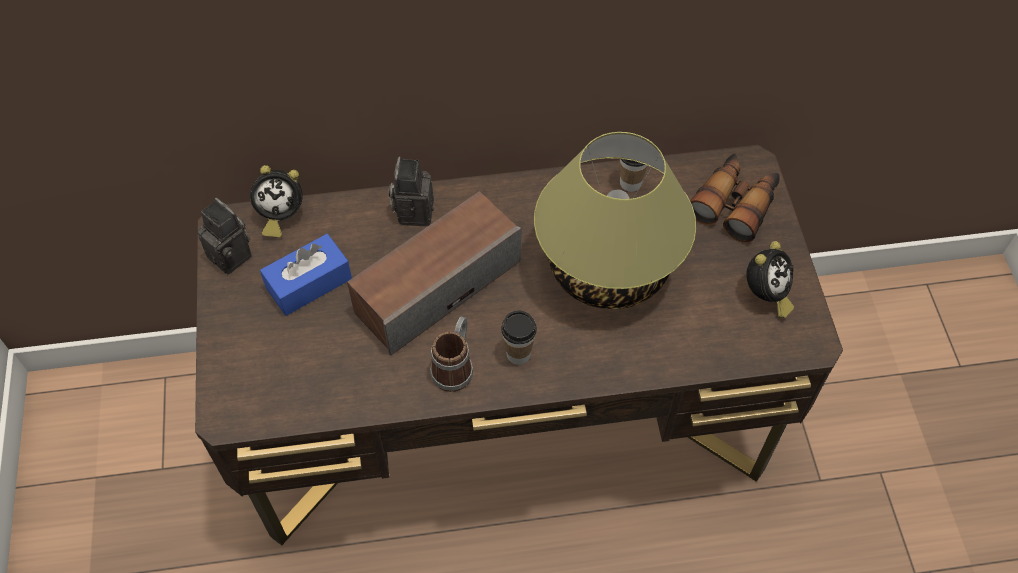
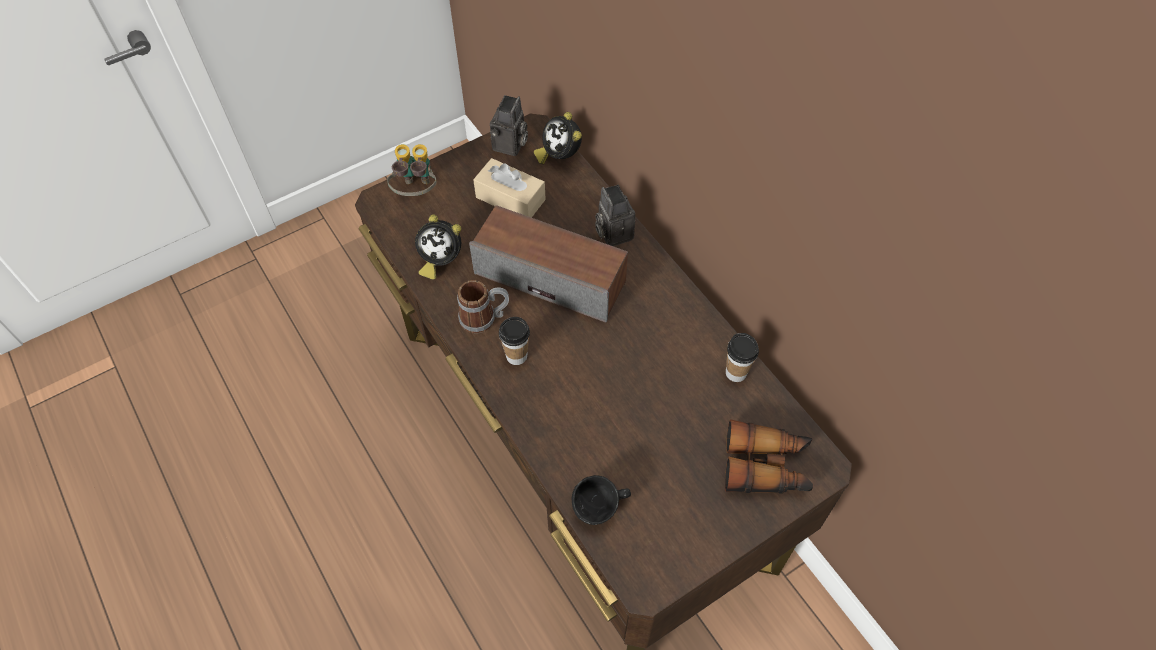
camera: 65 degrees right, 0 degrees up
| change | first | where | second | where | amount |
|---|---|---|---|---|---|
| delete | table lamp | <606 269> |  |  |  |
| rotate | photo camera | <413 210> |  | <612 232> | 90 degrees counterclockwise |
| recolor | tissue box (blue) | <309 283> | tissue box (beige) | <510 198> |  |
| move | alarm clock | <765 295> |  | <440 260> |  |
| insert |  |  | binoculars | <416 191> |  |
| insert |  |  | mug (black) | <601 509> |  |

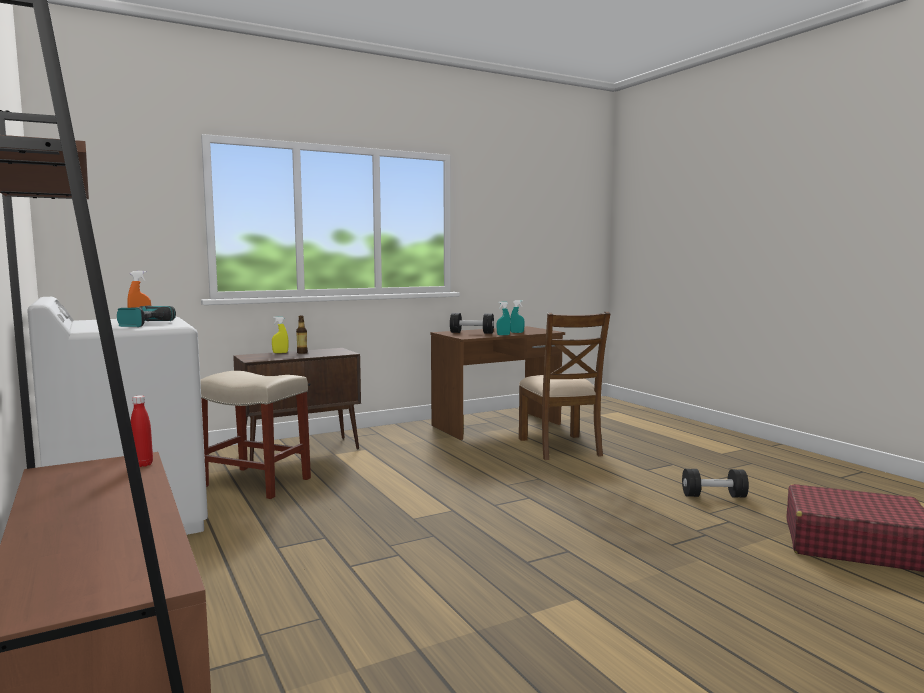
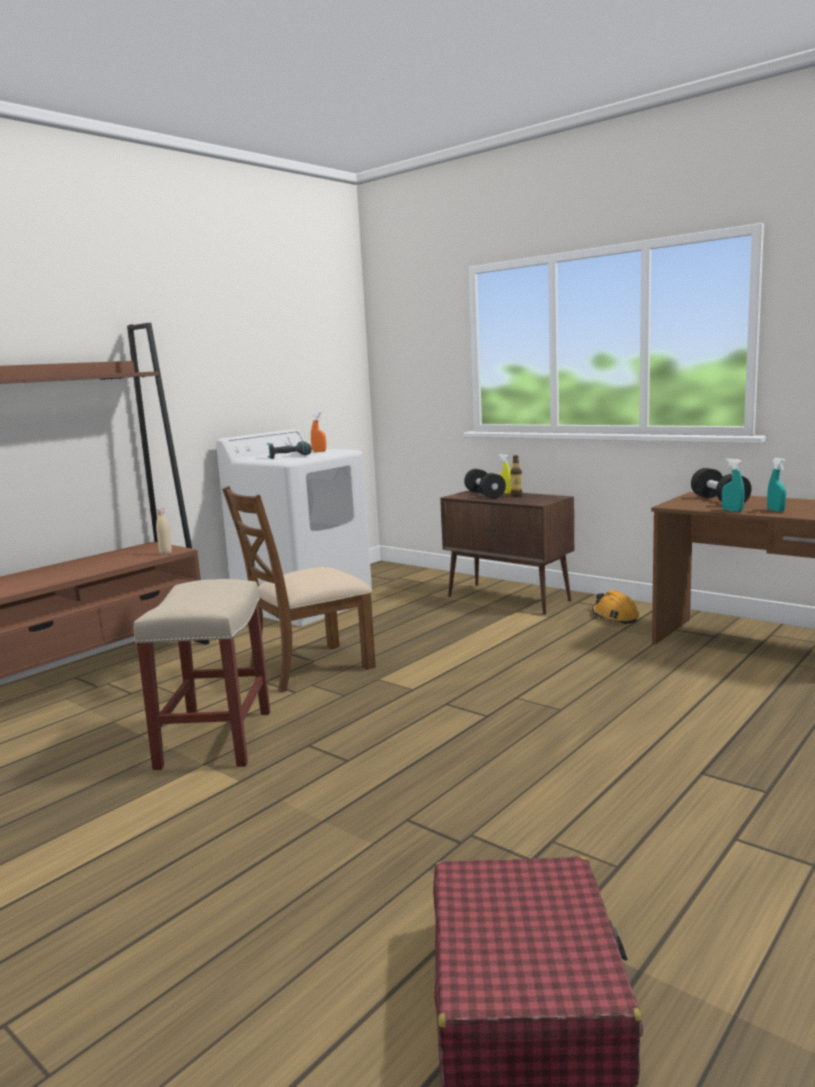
camera: 70 degrees right, 5 degrees up
| change | first | where | second | where | amount |
|---|---|---|---|---|---|
| move | chair (brown) | <560 447> |  | <309 667> |  |
| move | stool (beige) | <254 482> |  | <215 738> |  |
| recolor | bottle (red) | <143 464> | bottle (beige) | <165 553> |  |
| move | dumbbell (black) | <713 496> |  | <484 495> |  |
| insert |  |  | hard hat (orange) | <614 616> |  |

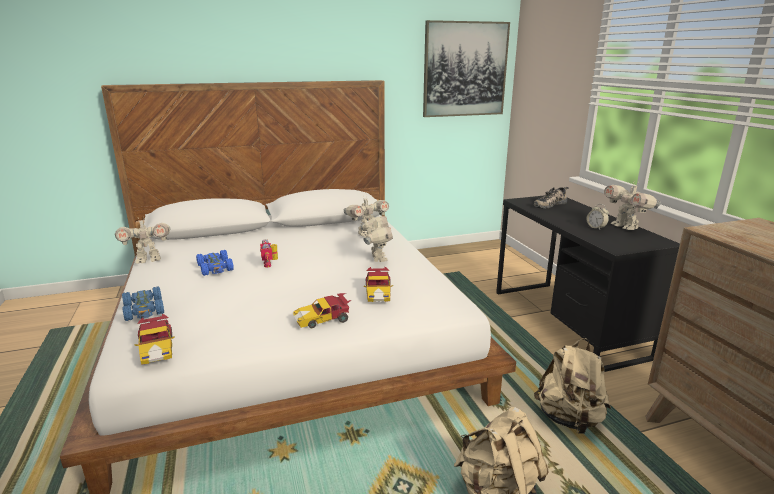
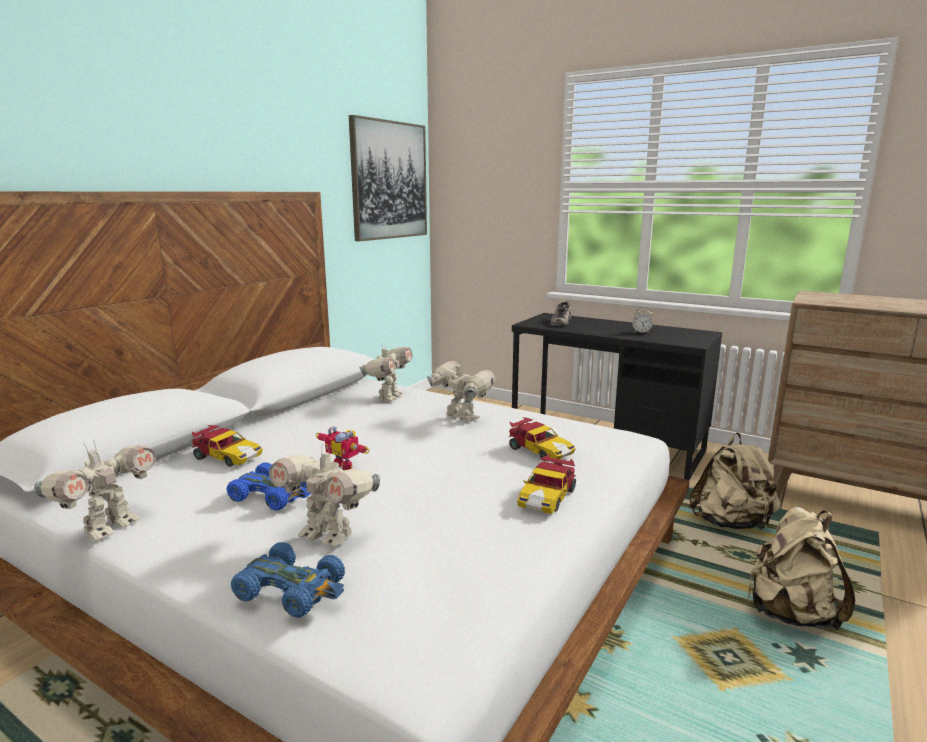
camera: 40 degrees left, 5 degrees down
| change | first | where | second | where | amount |
|---|---|---|---|---|---|
| move | toy robot | <625 227> |  | <328 535> |  |
| move | toy car | <157 349> |  | <226 457> |  |

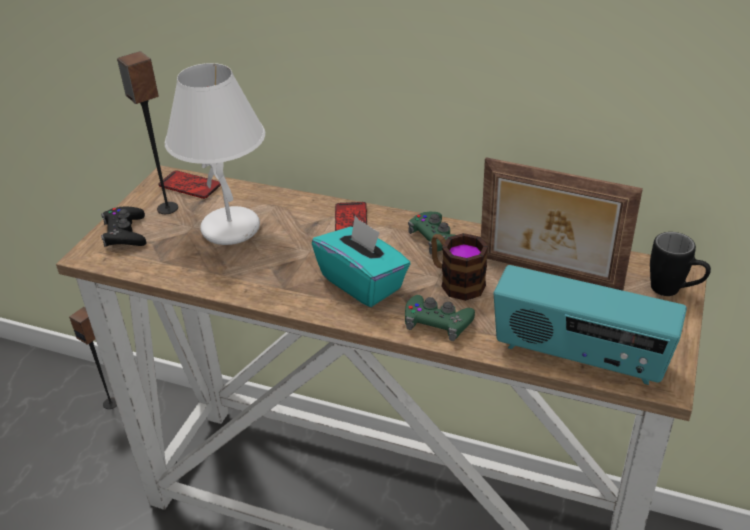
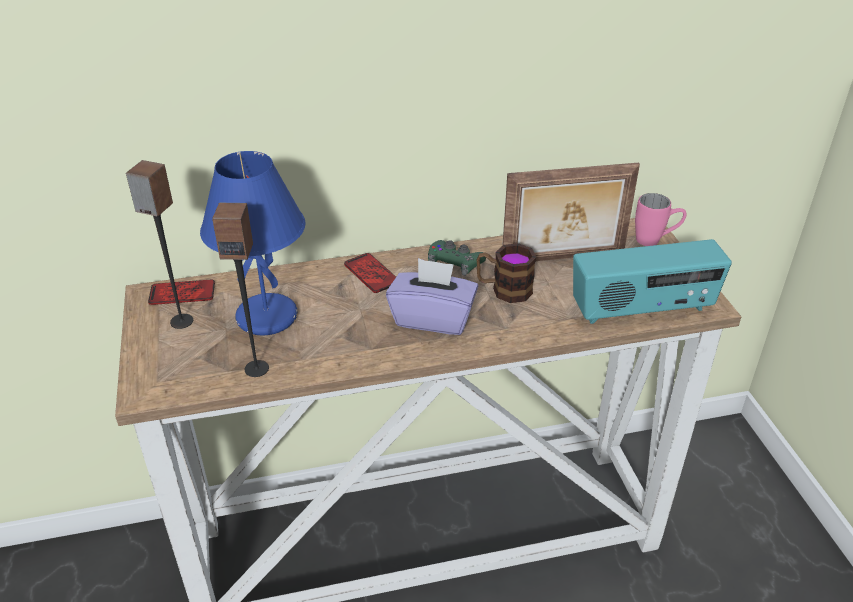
camera: 35 degrees left, 0 degrees up
| change | first | where | second | where | amount |
|---|---|---|---|---|---|
| recolor | table lamp (white) | <232 229> | table lamp (blue) | <268 317> |  |
| delete | game controller (black) | <125 233> |  |  |  |
| recolor | tissue box (turquoise) | <362 283> | tissue box (purple) | <433 318> |  |
| recolor | mug (black) | <673 291> | mug (pink) | <655 241> |  |
| delete | game controller (green) | <437 322> |  |  |  |
| move | speaker | <111 403> |  | <257 368> |  |

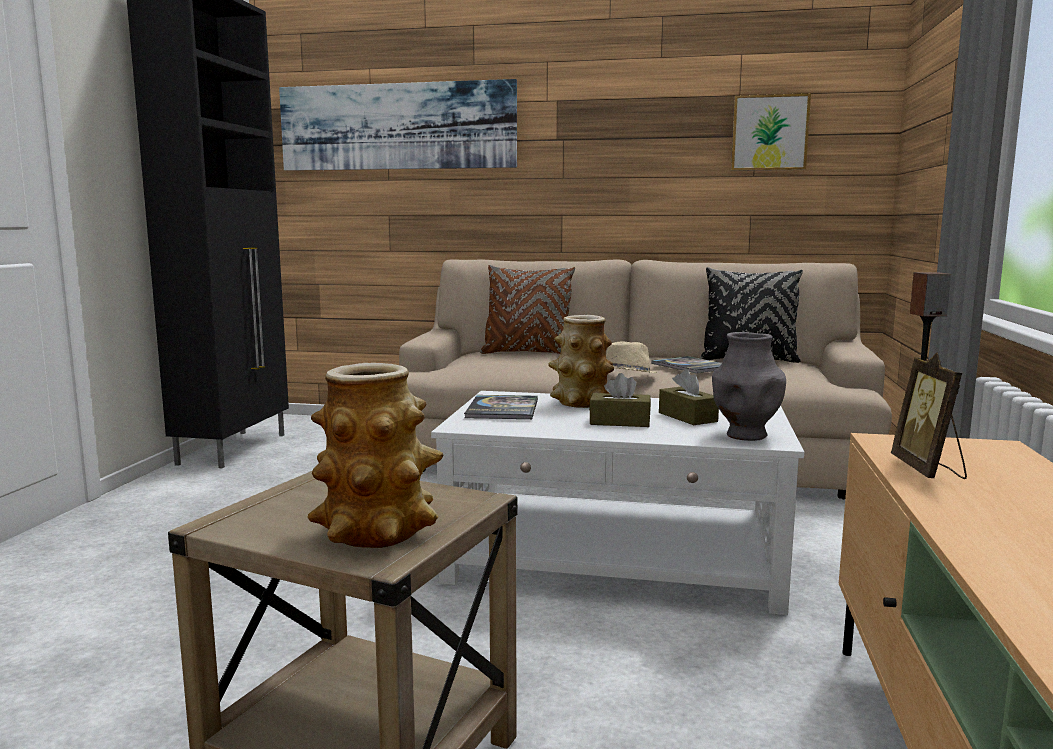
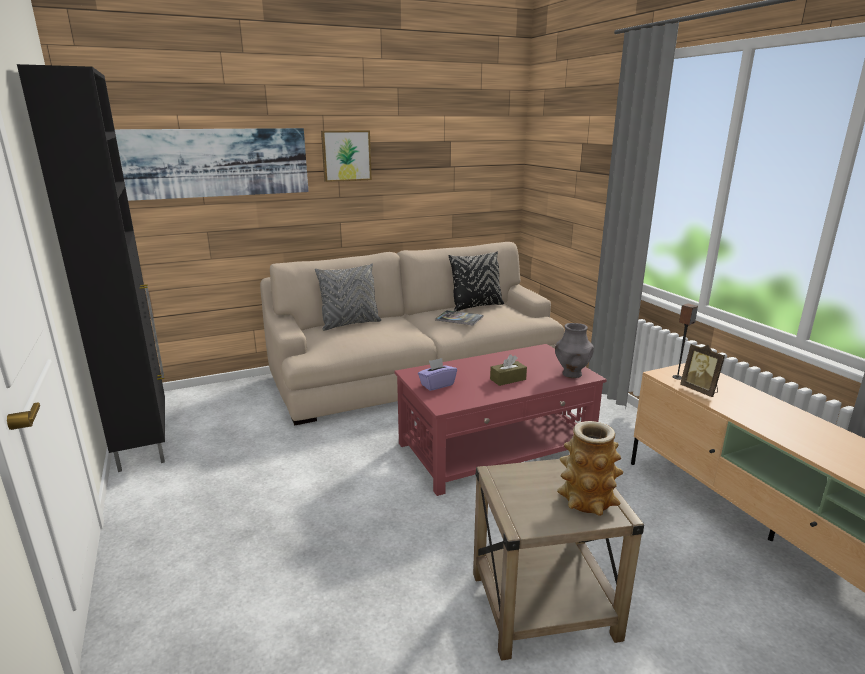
camera: 35 degrees left, 10 degrees up
| change | first | where | second | where | amount |
|---|---|---|---|---|---|
| move | picture | <769 133> |  | <346 155> |  |
| recolor | pillow (brown) | <527 353> | pillow (grey) | <350 324> |  |
| delete | vase | <581 402> |  |  |  |
| delete | hat (beige) | <627 375> |  |  |  |
| delete | tissue box (brown) | <687 417> |  |  |  |
| recolor | coffee table (white) | <616 560> | coffee table (red) | <496 448> |  |
| replace | book | <502 409> | tissue box (purple) | <437 385> |  |

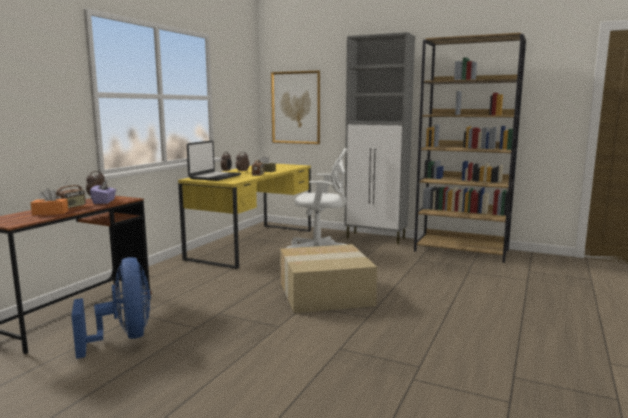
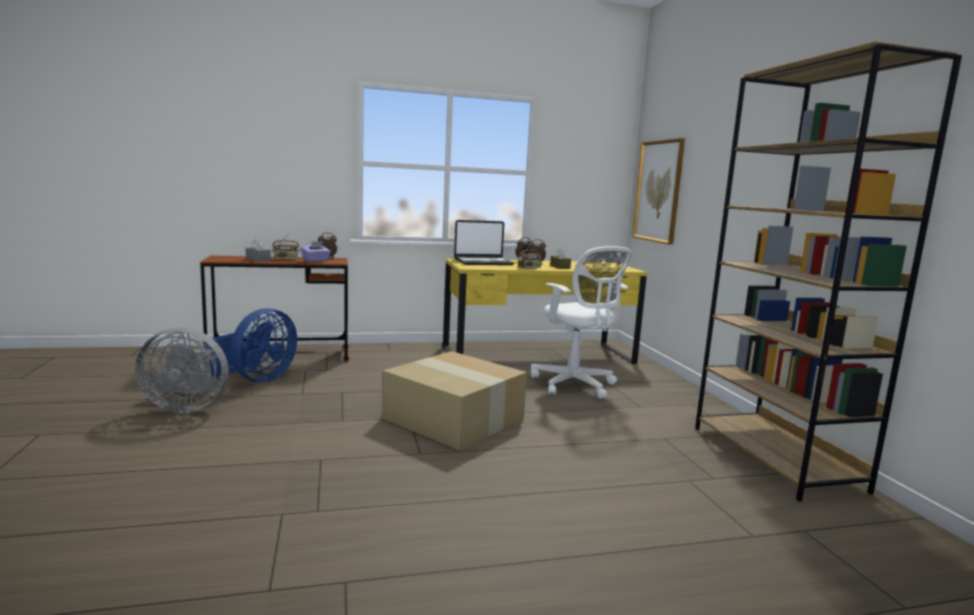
camera: 50 degrees right, 0 degrees up
| change | first | where | second | where | amount |
|---|---|---|---|---|---|
| delete | cabinet (grey) | <376 238> |  |  |  |
| recolor | tissue box (orange) | <50 213> | tissue box (grey) | <258 259> |  |
| insert |  |  | fan (grey) | <186 407> |  |

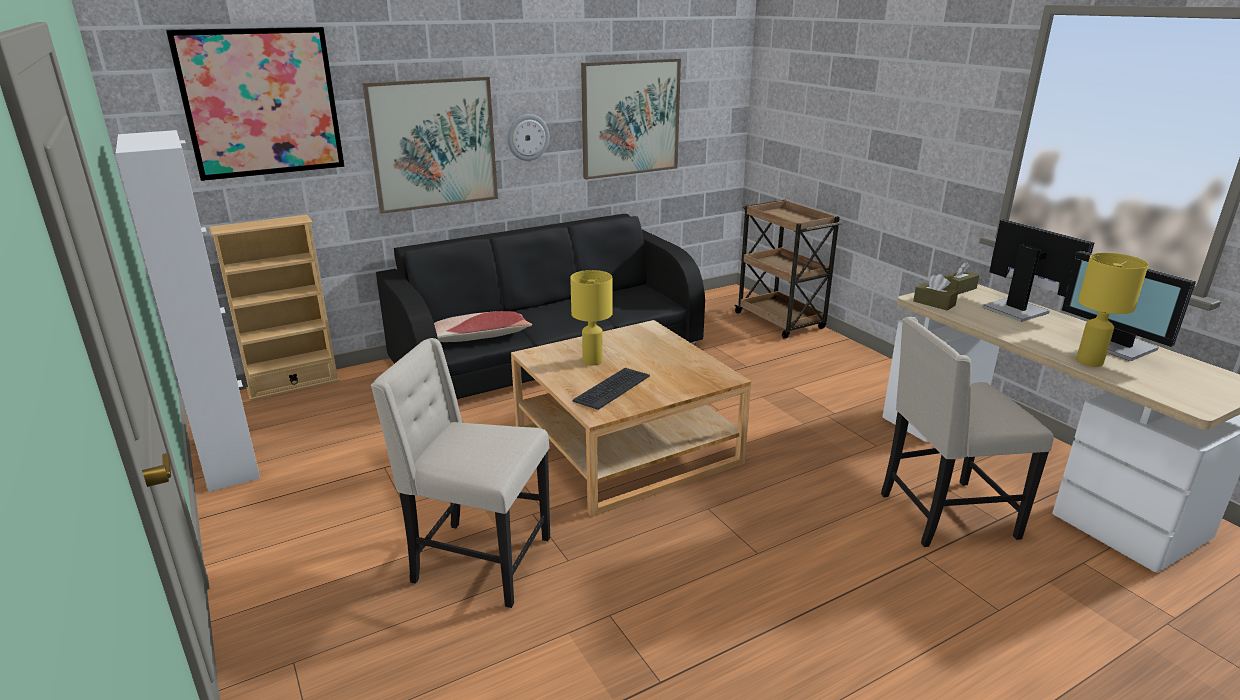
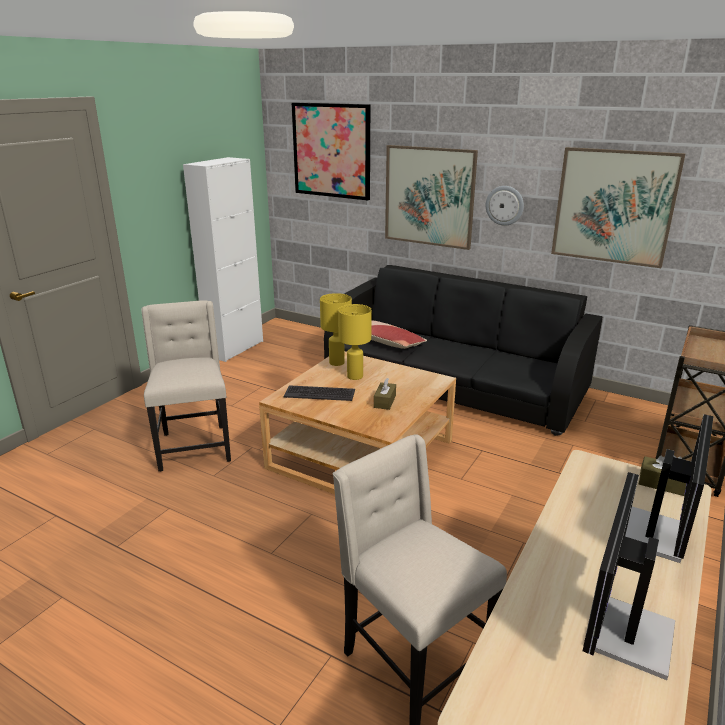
camera: 60 degrees right, 0 degrees up
| change | first | where | second | where | amount |
|---|---|---|---|---|---|
| delete | bookcase (beige) | <294 385> |  |  |  |
| move | table lamp (yellow) | <1088 361> |  | <336 362> |  |
| move | tissue box (brown) | <934 303> |  | <384 401> |  |

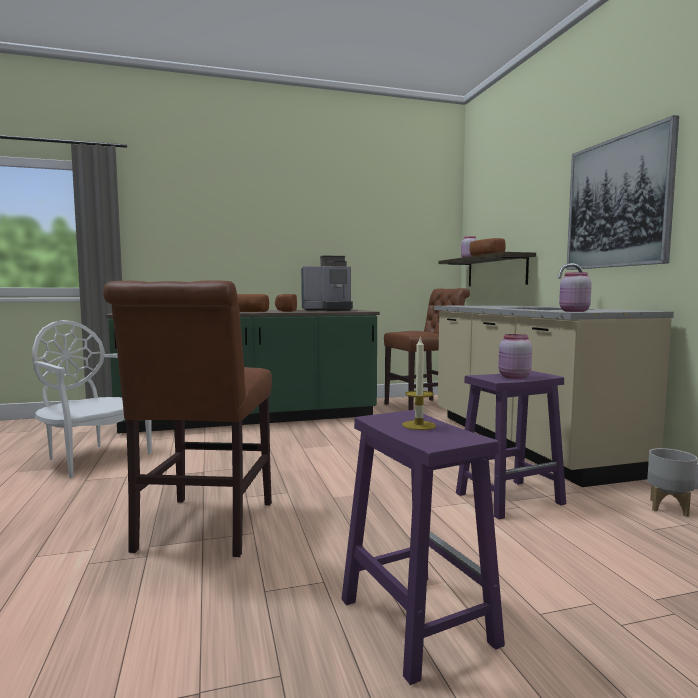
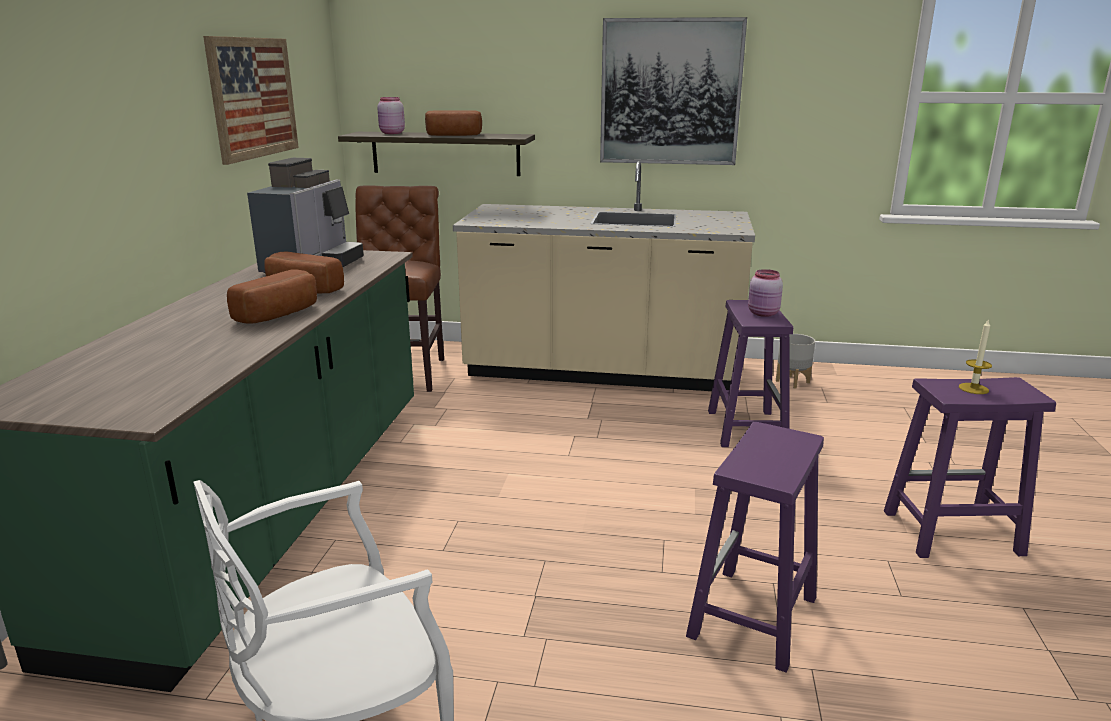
camera: 65 degrees left, 15 degrees up
| change | first | where | second | where | amount |
|---|---|---|---|---|---|
| delete | jar (pink) | <573 311> |  |  |  |
| replace | chair (brown) | <203 530> | stool (purple) | <753 618> |  |
| insert |  |  | picture | <253 98> |  |

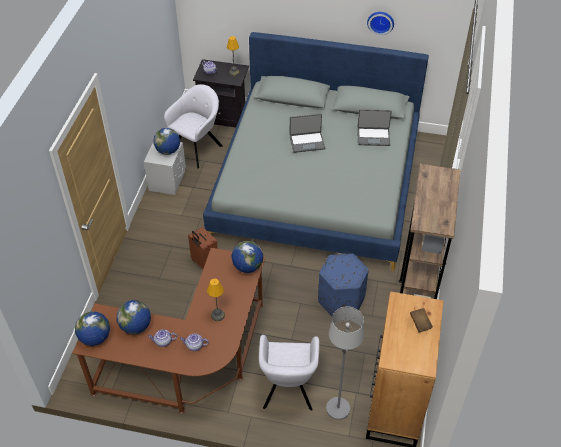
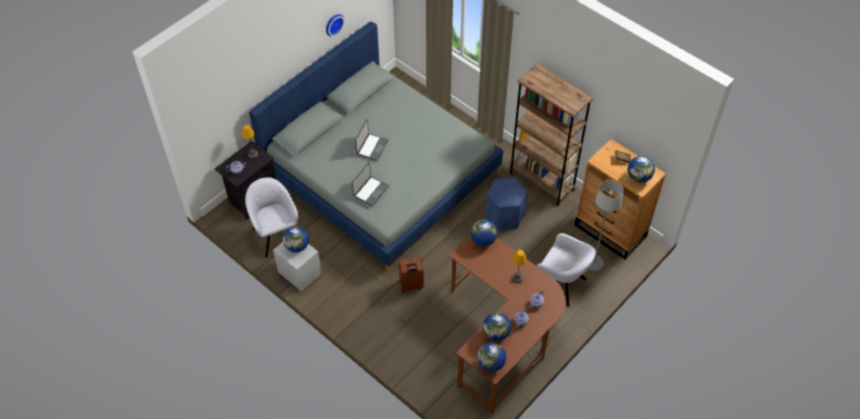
camera: 60 degrees left, 5 degrees up
| change | first | where | second | where | amount |
|---|---|---|---|---|---|
| move | laptop | <373 136> |  | <370 191> |  |
| insert |  |  | globe | <639 177> |  |

